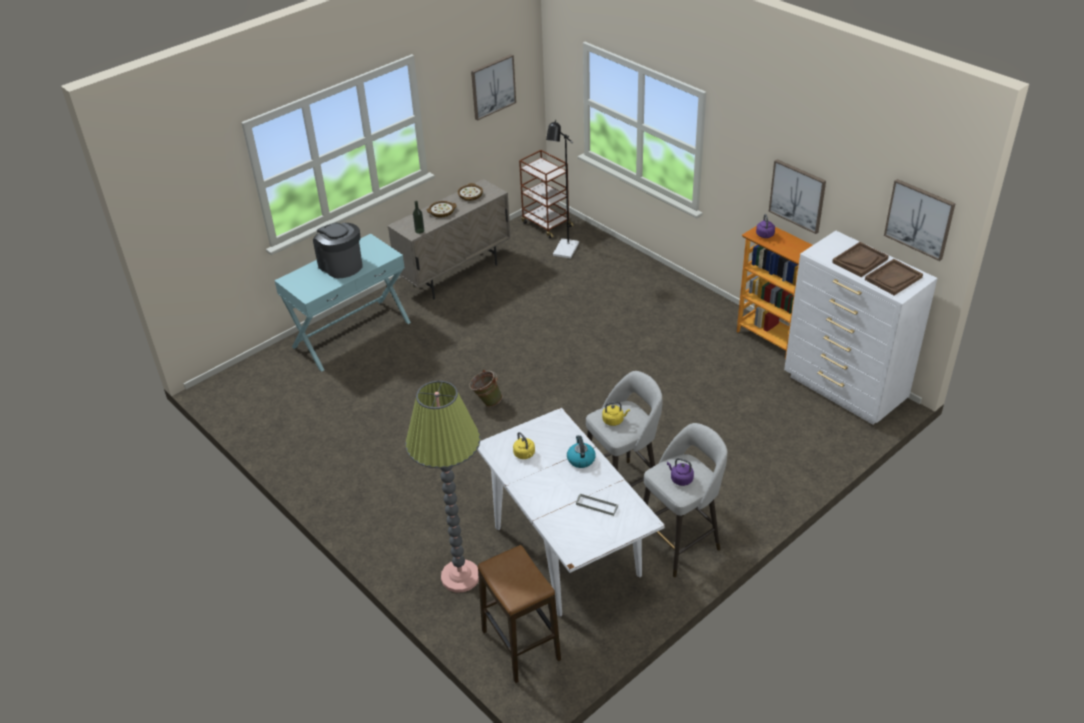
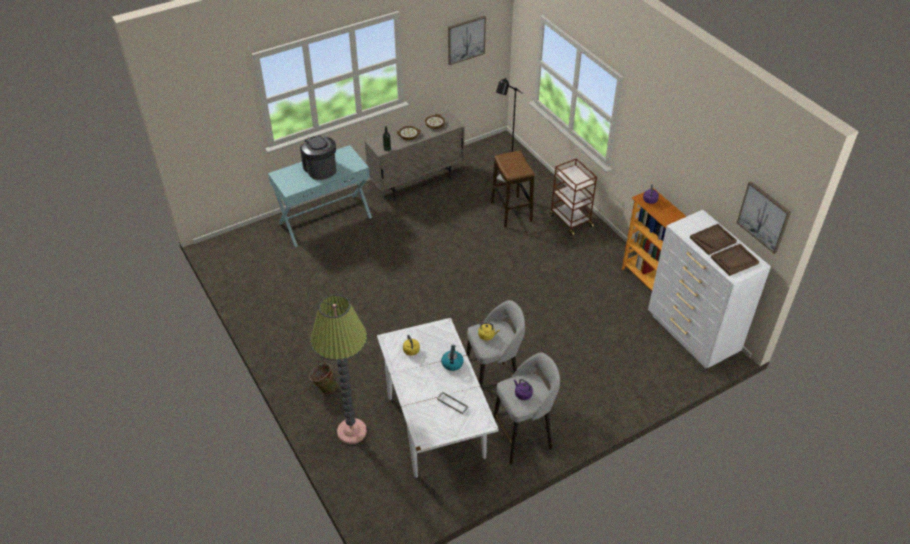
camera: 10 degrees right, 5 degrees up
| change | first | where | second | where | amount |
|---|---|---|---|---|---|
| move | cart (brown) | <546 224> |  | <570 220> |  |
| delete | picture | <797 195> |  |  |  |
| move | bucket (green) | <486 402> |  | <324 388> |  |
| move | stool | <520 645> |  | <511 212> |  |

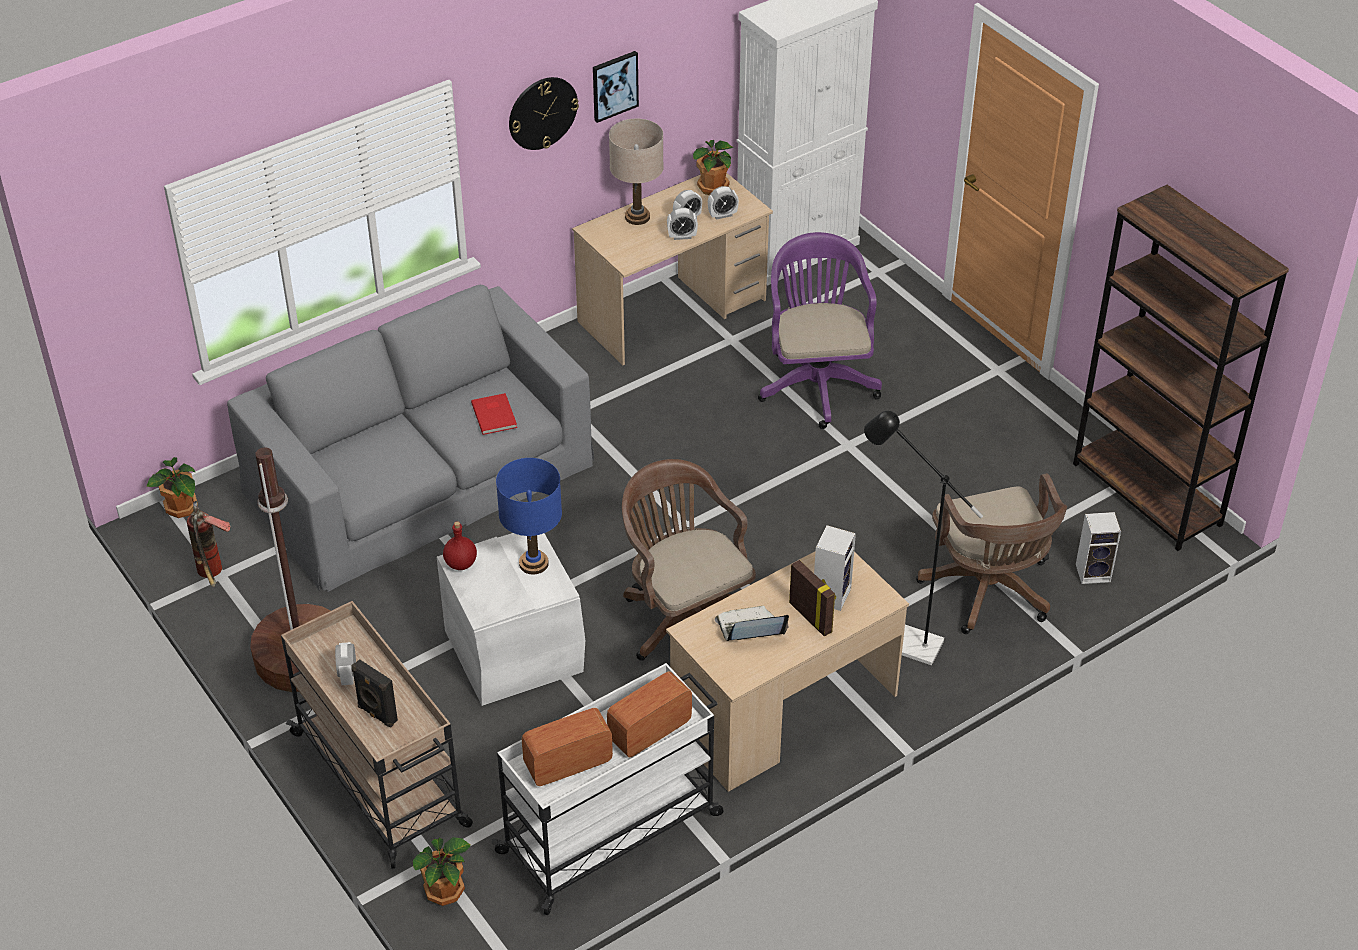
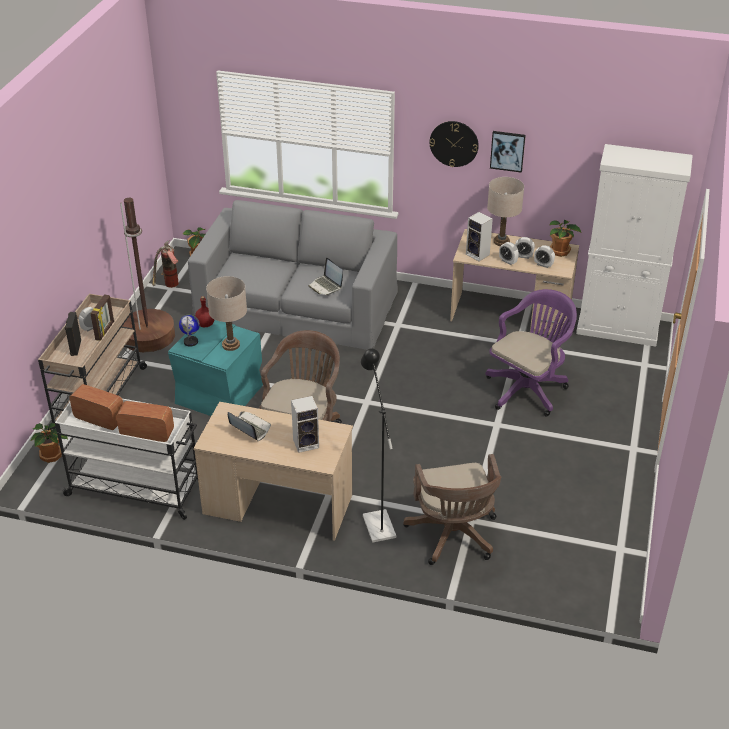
camera: 50 degrees right, 5 degrees down
| change | first | where | second | where | amount |
|---|---|---|---|---|---|
| delete | bookcase (brown) | <1147 494> |  |  |  |
| replace | book (red) | <495 415> | laptop | <326 286> |  |
| recolor | table lamp (blue) | <533 563> | table lamp (beige) | <231 345> |  |
| rotate | office chair (brown) | <989 593> |  | <453 537> | 45 degrees counterclockwise |
| move | speaker | <1094 572> |  | <478 255> |  |
| recolor | storage box (white) | <514 649> | storage box (turquoise) | <221 393> |  |
| move | picture frame | <811 617> |  | <105 331> |  |
| insert |  |  | globe | <191 342> |  |

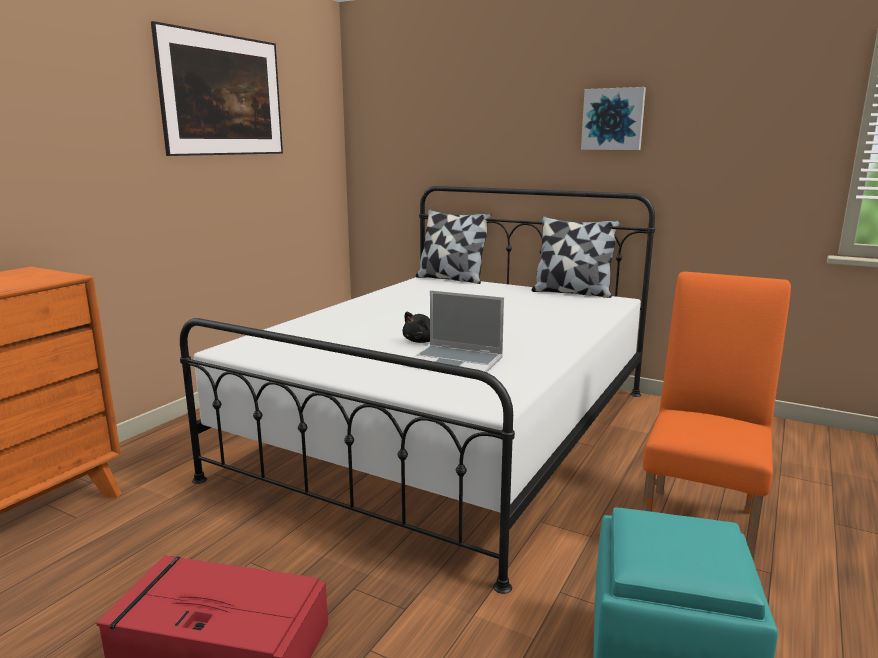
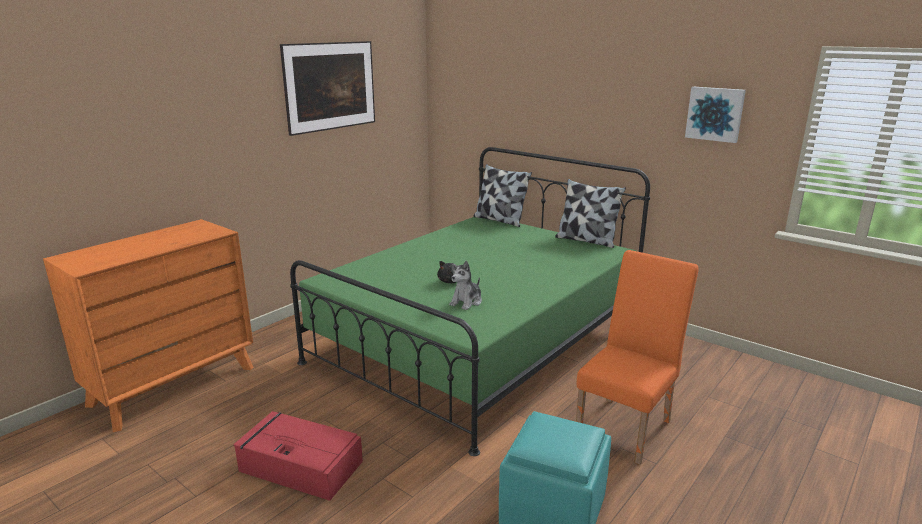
camera: 10 degrees right, 5 degrees up
| change | first | where | second | where | amount |
|---|---|---|---|---|---|
| move | picture | <613 119> |  | <715 114> |  |
| recolor | bed (white) | <448 431> | bed (green) | <477 341> |  |
| replace | laptop | <457 362> | plush toy | <466 302> |  |

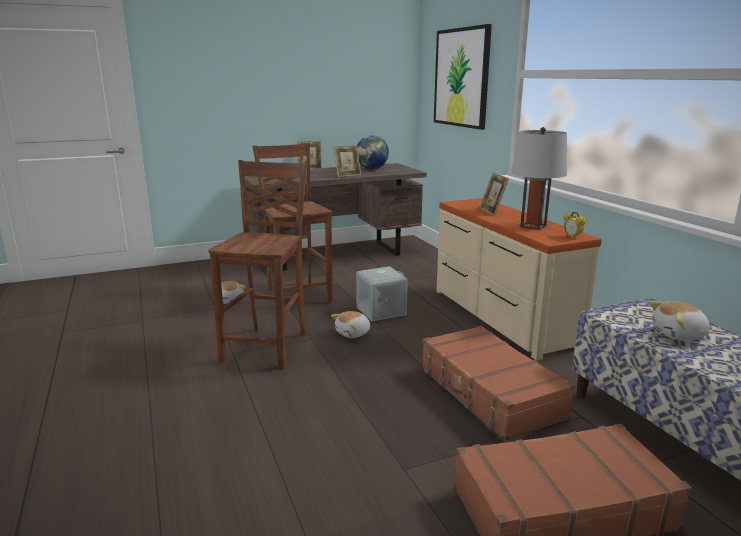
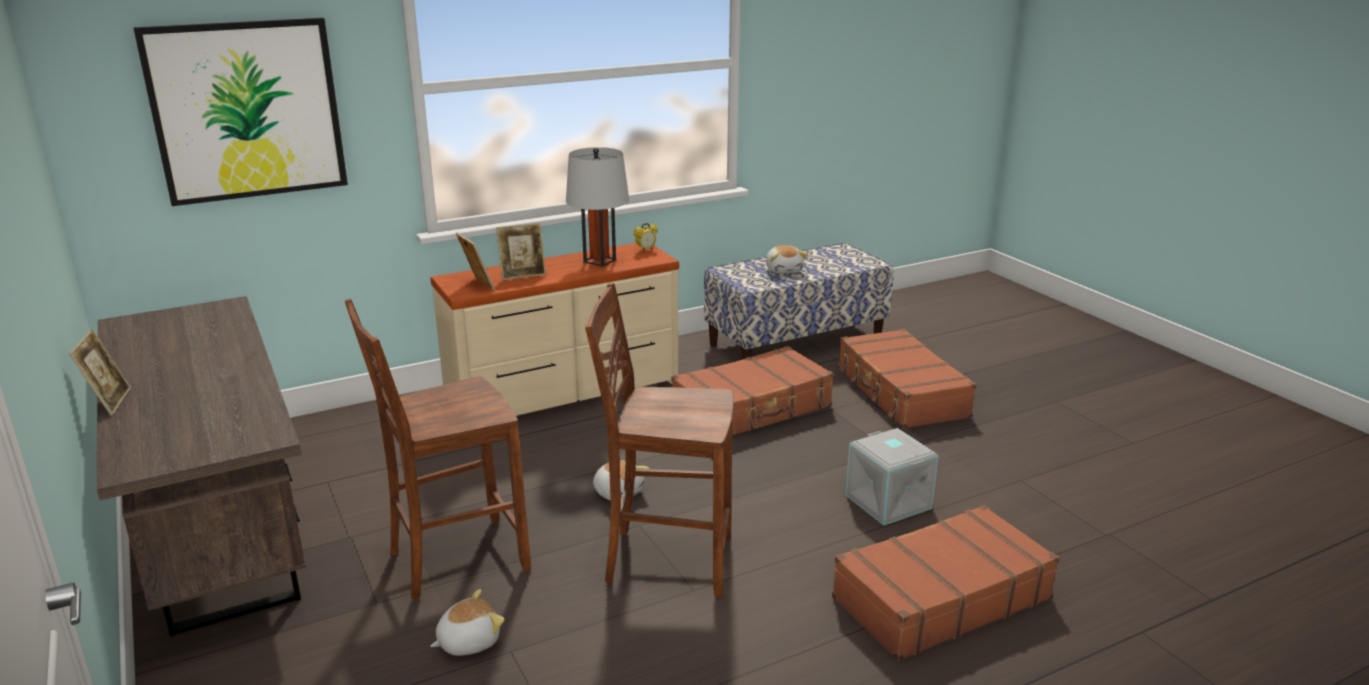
camera: 95 degrees left, 5 degrees up
| change | first | where | second | where | amount |
|---|---|---|---|---|---|
| delete | globe | <372 169> |  |  |  |
| move | picture frame | <347 175> |  | <477 285> |  |
| move | storage box (grey) | <381 310> |  | <886 502> |  |
| insert |  |  | suitcase (brown) | <939 598> |  |

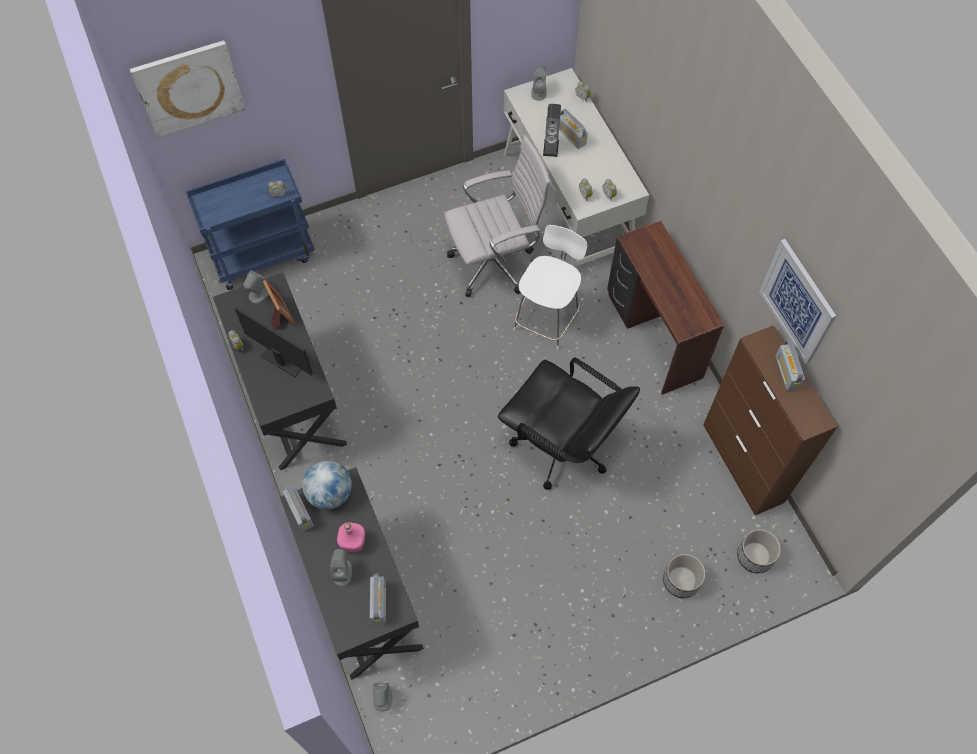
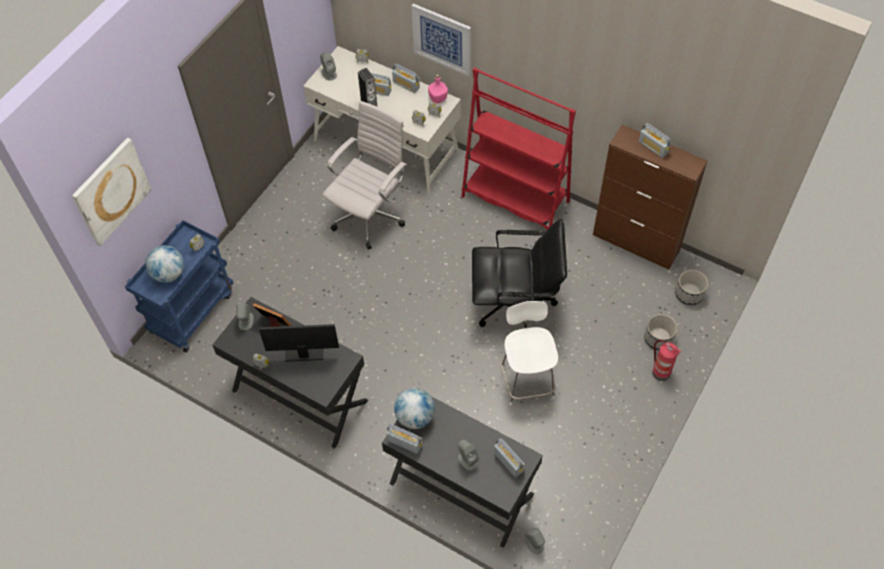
camera: 35 degrees left, 5 degrees down
| change | first | where | second | where | amount |
|---|---|---|---|---|---|
| replace | desk (brown) | <652 336> | bookcase (red) | <515 199> |  |
| move | chair (white) | <547 318> |  | <527 379> |  |
| move | picture | <797 302> |  | <442 39> |  |
| move | bottle (pink) | <353 542> |  | <437 98> |  |
| insert |  |  | radio | <406 85> |  |
| insert |  |  | globe | <168 274> |  |
| insert |  |  | fire extinguisher | <660 372> |  |

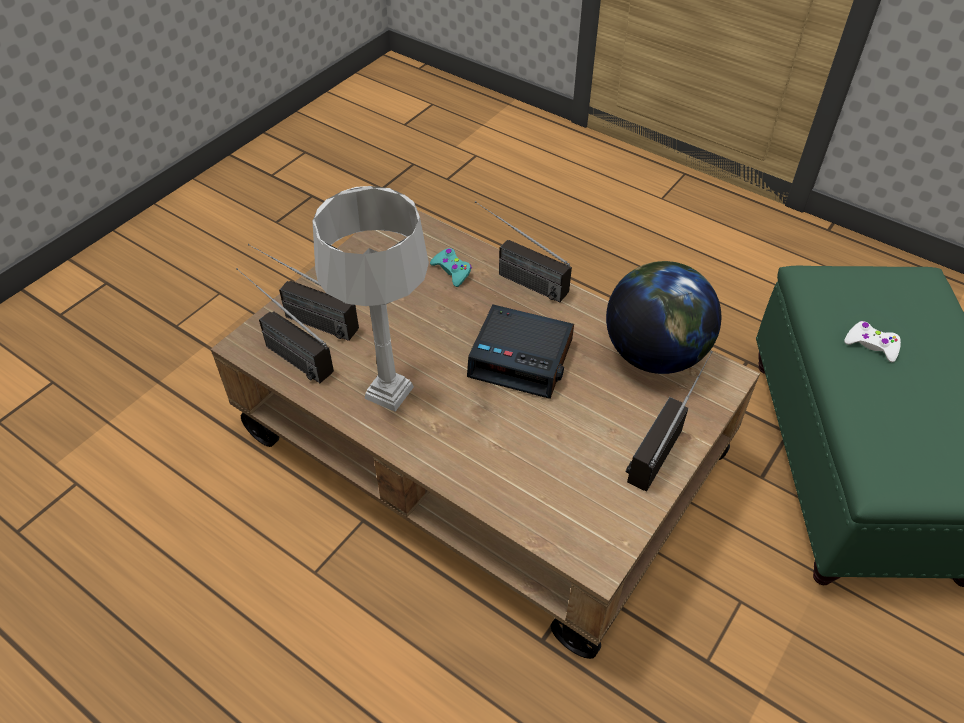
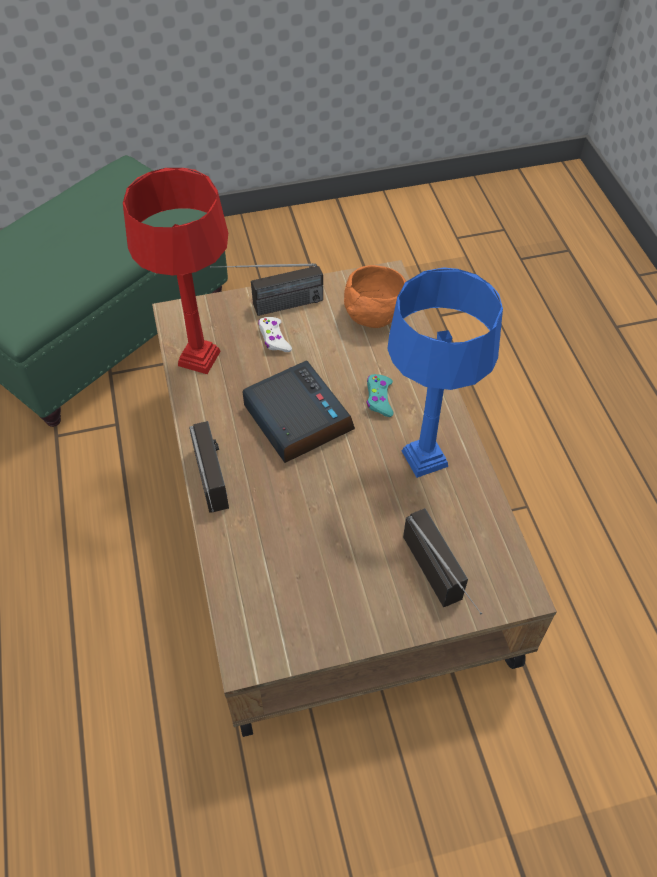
camera: 140 degrees left, 5 degrees up
| change | first | where | second | where | amount |
|---|---|---|---|---|---|
| recolor | table lamp (grey) | <388 392> | table lamp (blue) | <425 459> |  |
| move | game controller (turquoise) | <452 271> |  | <379 399> |  |
| replace | globe | <654 354> | table lamp (red) | <199 358> |  |
| delete | radio | <283 350> |  |  |  |
| move | game controller (white) | <871 345> |  | <274 339> |  |
| insert |  |  | bowl (orange) | <374 316> |  |

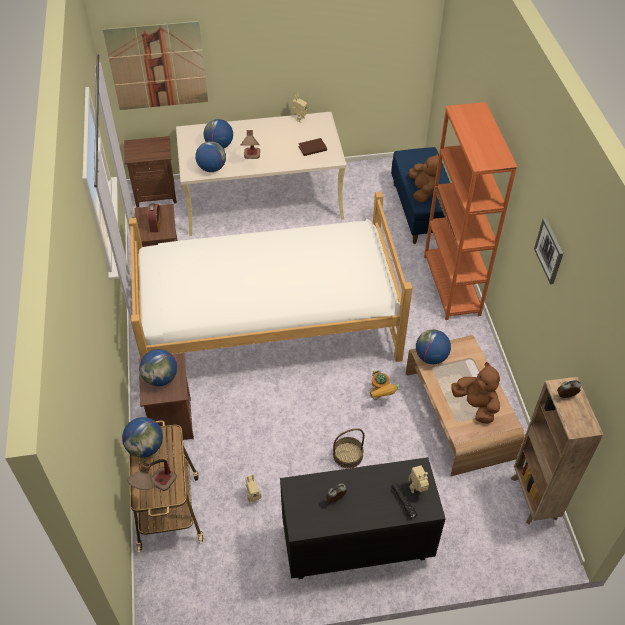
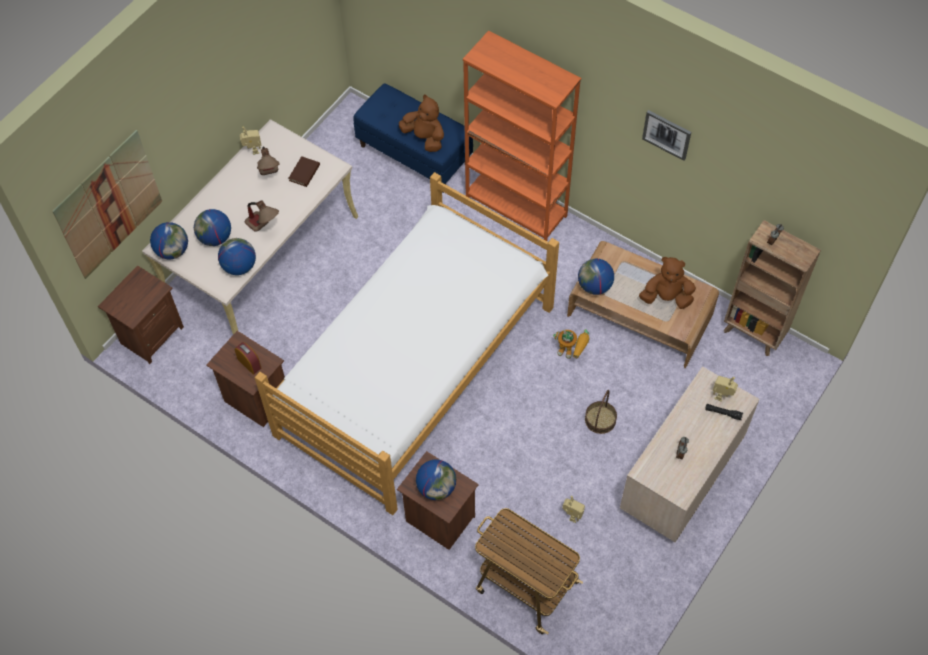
camera: 45 degrees left, 10 degrees up
| change | first | where | second | where | amount |
|---|---|---|---|---|---|
| move | globe | <145 447> |  | <173 251> |  |
| recolor | dresser (black) | <356 545> | dresser (beige) | <680 479> |  |
| move | table lamp | <155 489> |  | <270 175> |  |

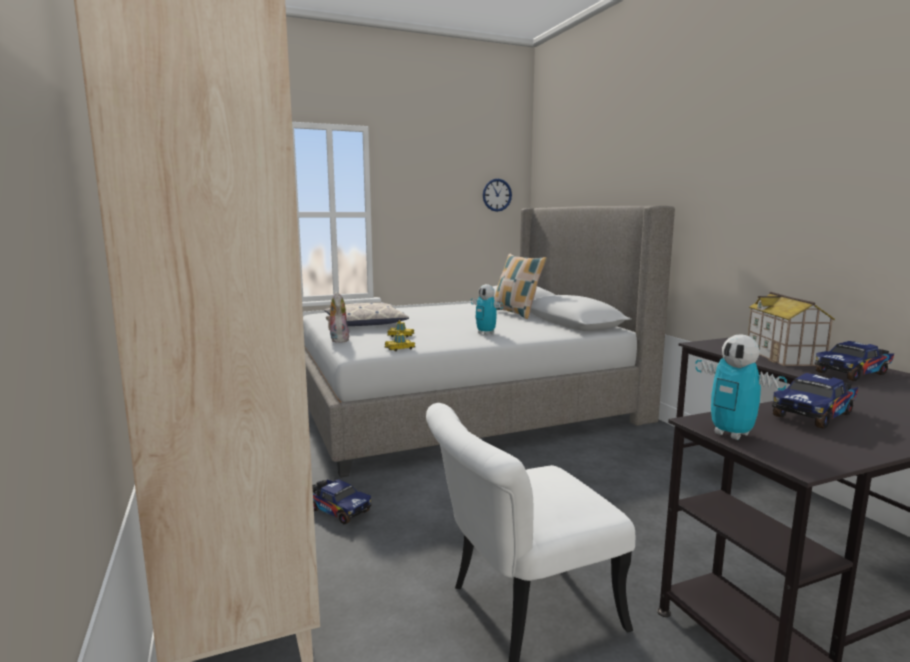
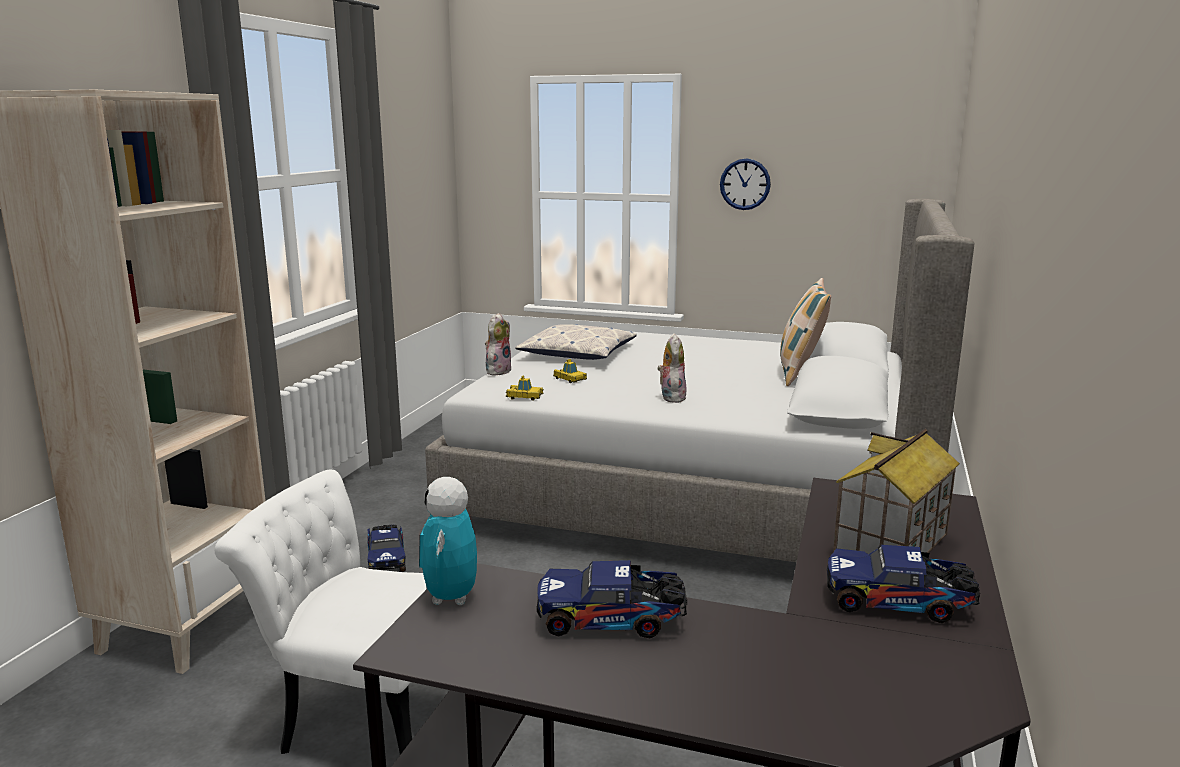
camera: 40 degrees right, 5 degrees up
| change | first | where | second | where | amount |
|---|---|---|---|---|---|
| move | wall clock | <497 195> |  | <745 184> |  |
| replace | toy robot | <486 333> | plush toy | <671 397> |  |

